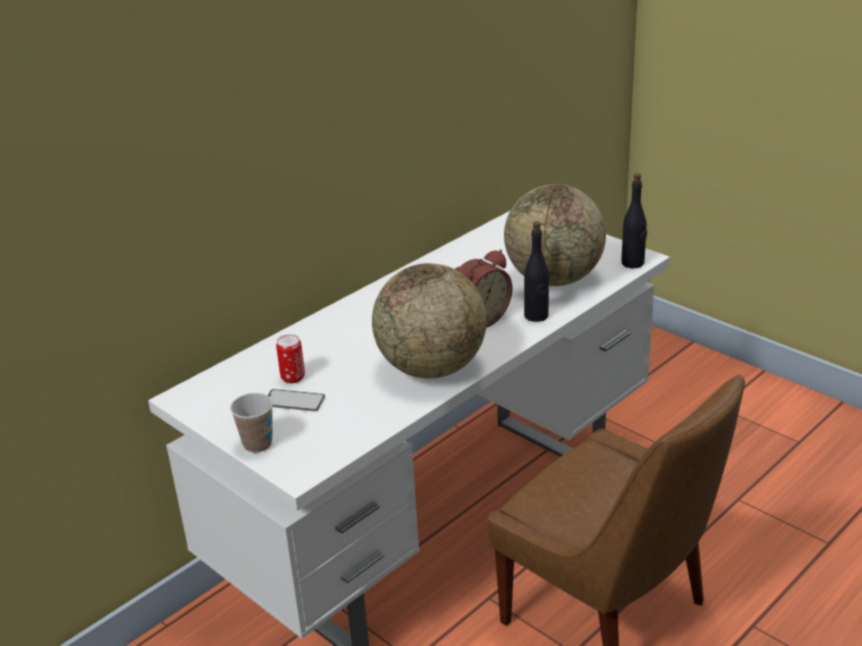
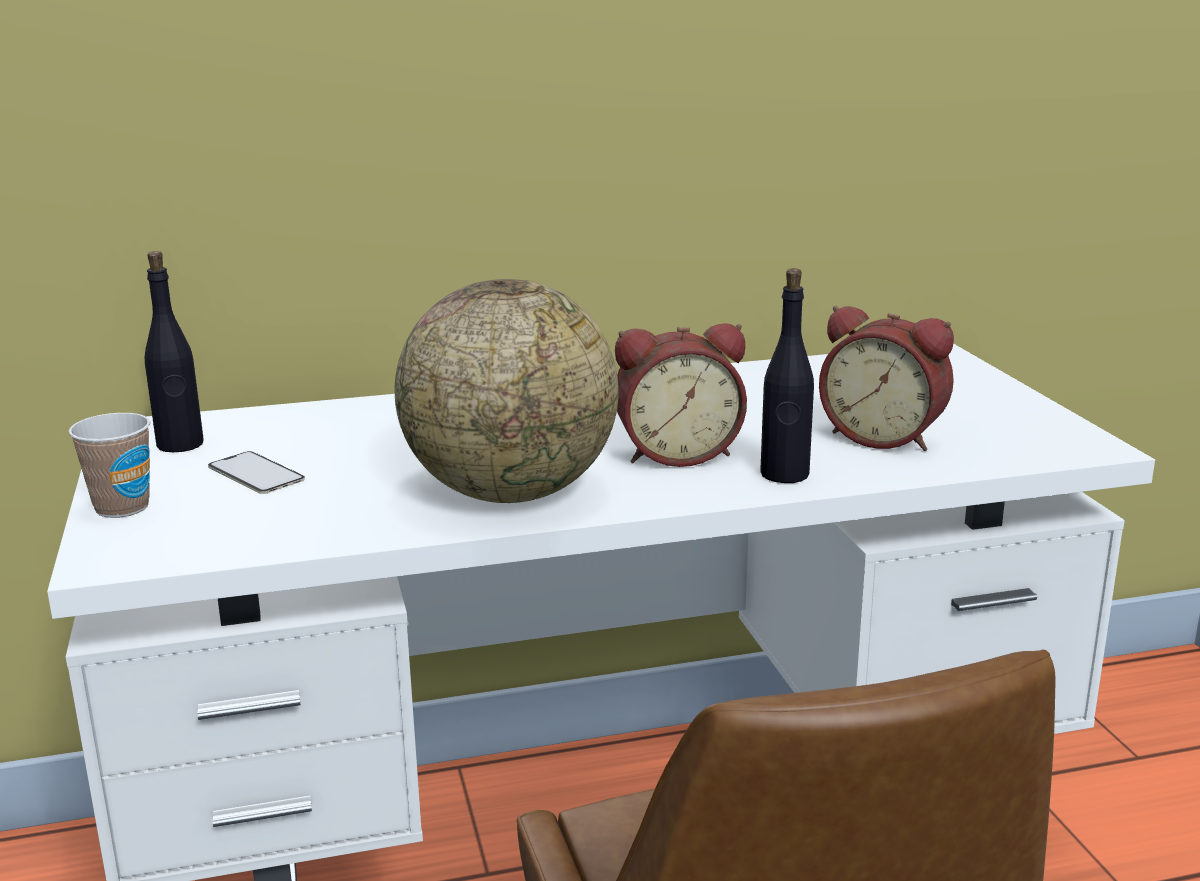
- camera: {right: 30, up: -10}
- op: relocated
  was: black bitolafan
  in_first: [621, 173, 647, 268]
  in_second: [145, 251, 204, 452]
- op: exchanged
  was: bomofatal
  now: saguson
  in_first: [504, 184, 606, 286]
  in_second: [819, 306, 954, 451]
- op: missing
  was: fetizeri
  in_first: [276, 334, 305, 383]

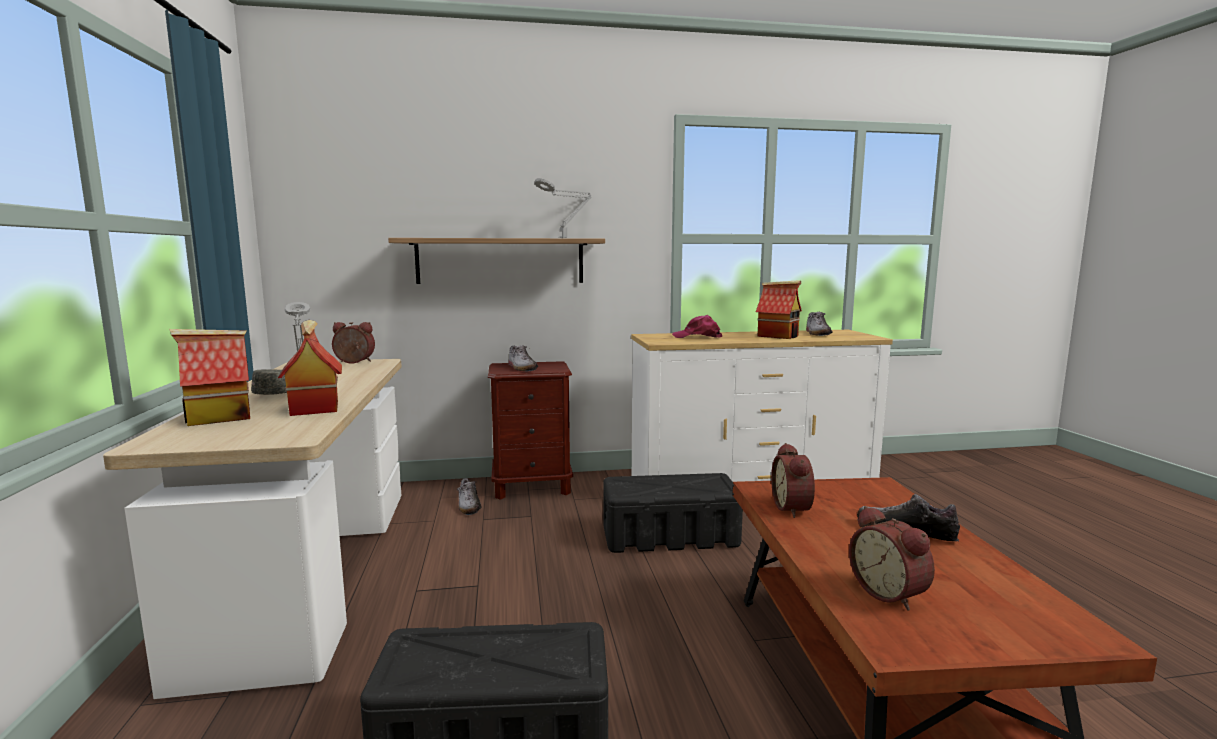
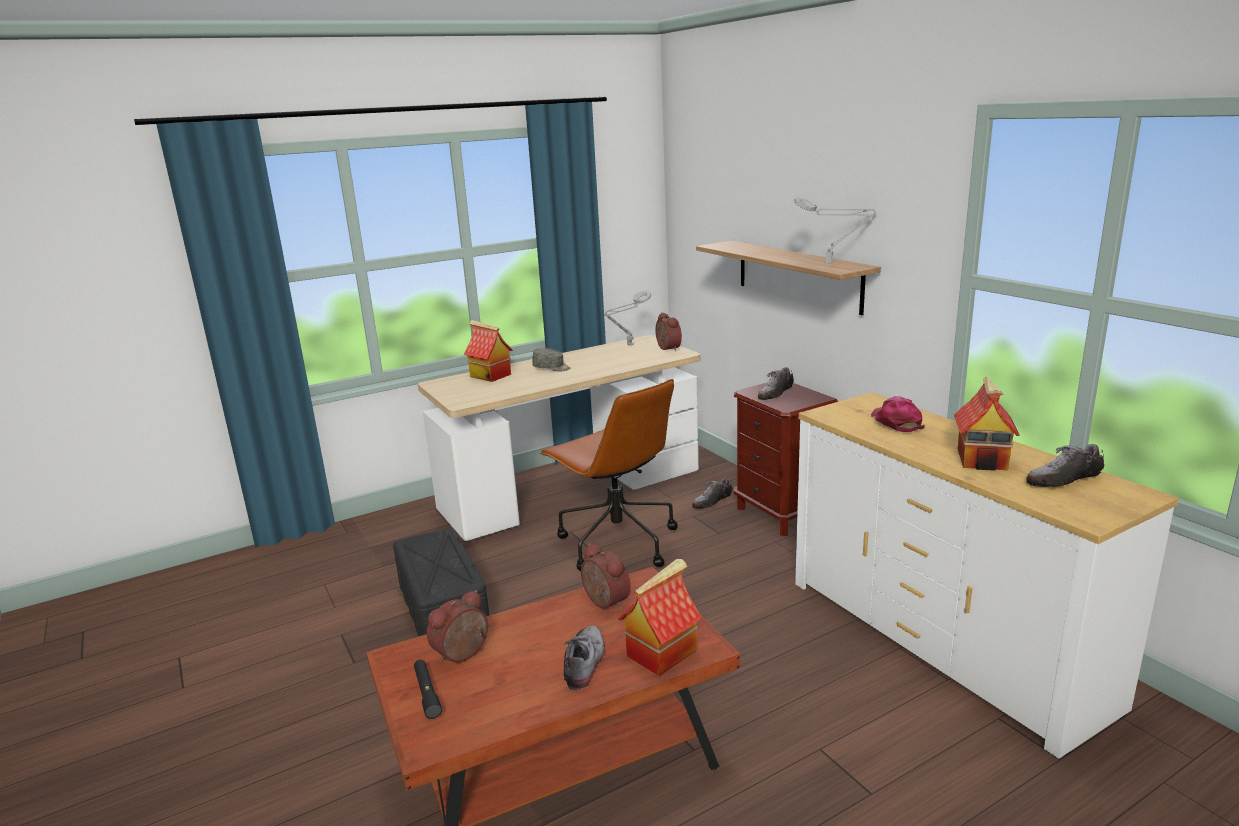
- camera: {right: 70, up: 10}
- op: appeared
  now: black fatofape
  in_second: [414, 660, 442, 719]
- op: appeared
  now: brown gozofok
  in_second: [539, 379, 678, 571]
- op: spun
  was: saguson
  in_first: [771, 443, 815, 518]
  in_second: [581, 543, 631, 609]
  clockwise: 75
- op: relocated
  was: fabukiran
  in_first: [278, 320, 342, 416]
  in_second: [618, 559, 702, 676]
- op: missing
  was: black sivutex
  in_first: [603, 473, 743, 553]

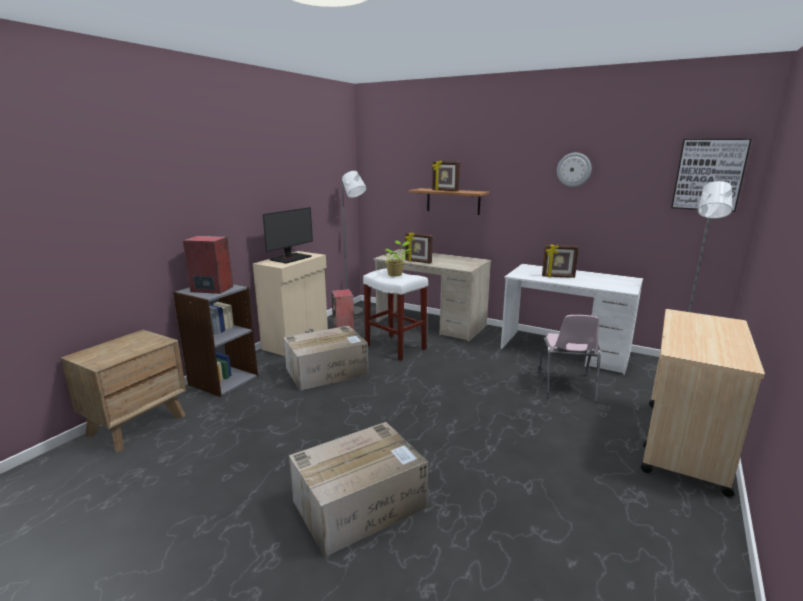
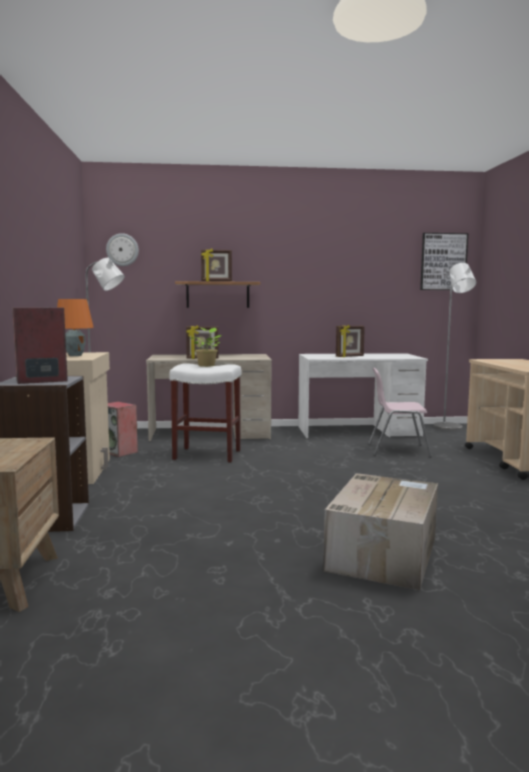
- camera: {right: -35, up: -10}
- op: exchanged
  was: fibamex
  now: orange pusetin
  in_first: [263, 207, 313, 264]
  in_second: [57, 299, 94, 356]
- op: relocated
  was: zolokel
  in_first: [557, 153, 591, 187]
  in_second: [106, 233, 139, 266]
- op: spun
  was: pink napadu
  in_first: [538, 315, 601, 402]
  in_second: [368, 368, 432, 457]
  clockwise: 120
- op: missing
  was: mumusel
  in_first: [283, 326, 369, 391]

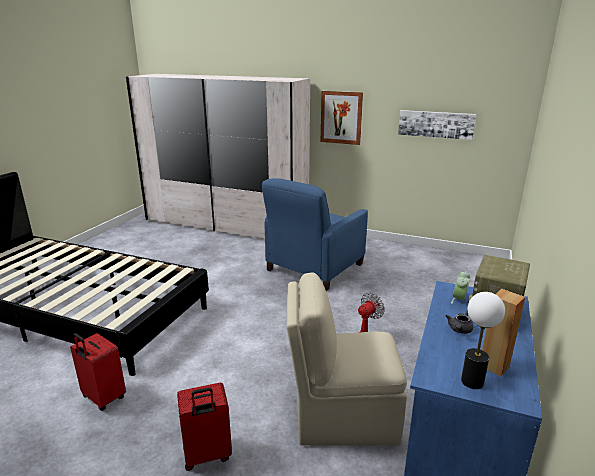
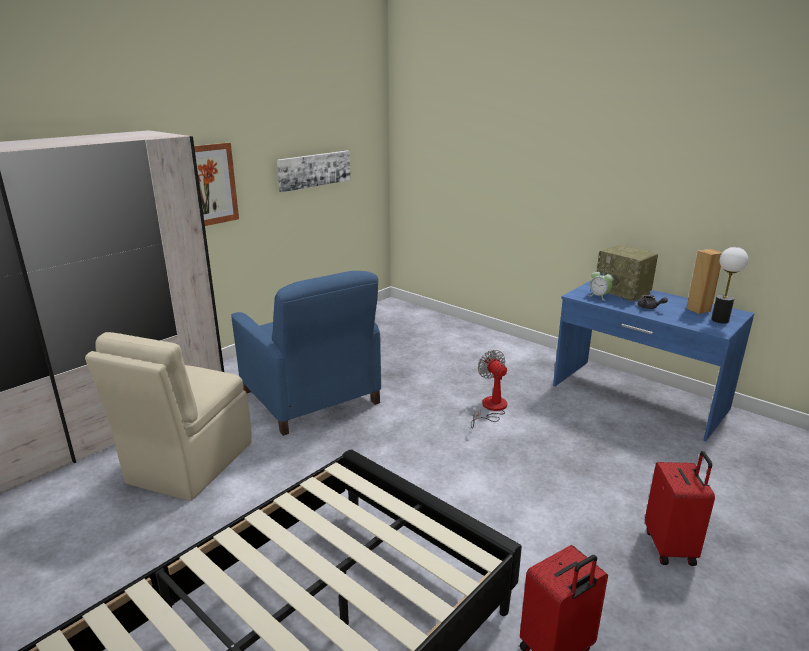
- camera: {right: -70, up: 0}
- op: relocated
  was: beige napadu
  in_first: [287, 273, 407, 446]
  in_second: [85, 332, 252, 501]

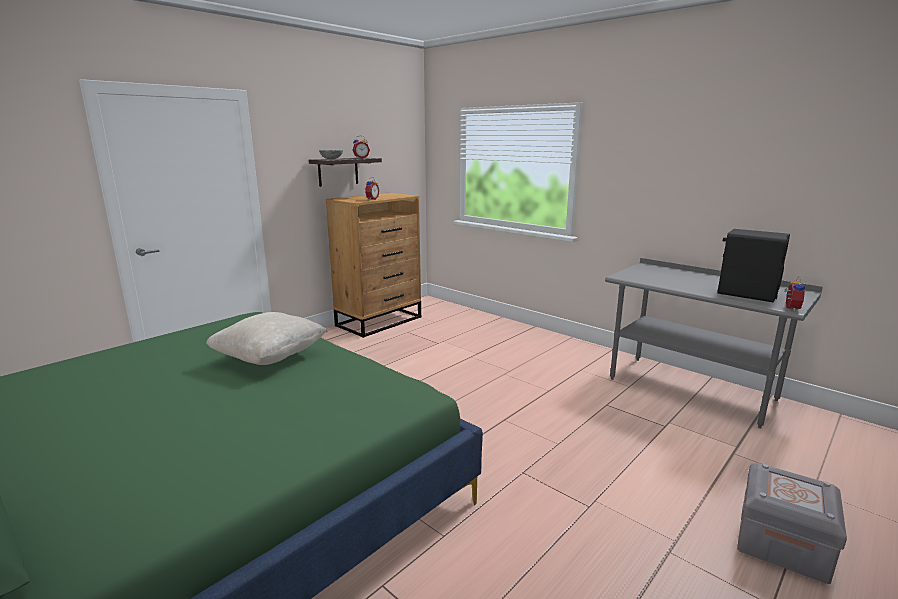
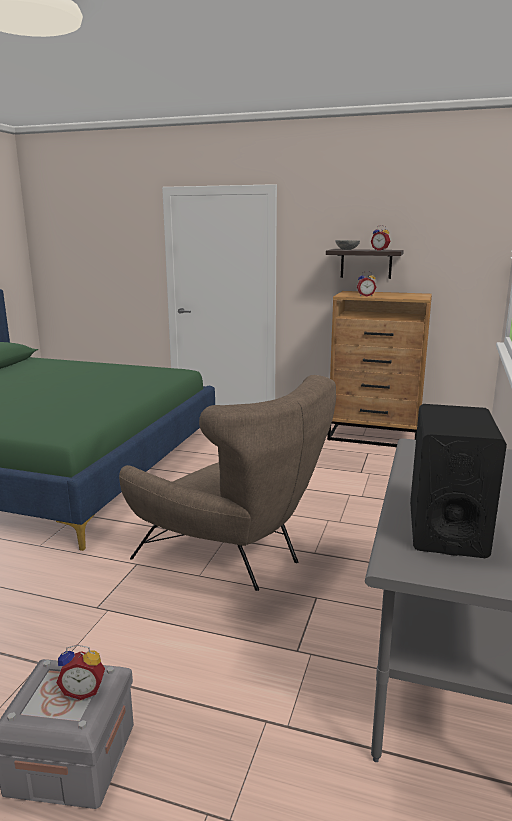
- camera: {right: 65, up: 0}
- op: relocated
  was: saguson
  in_first: [784, 276, 805, 311]
  in_second: [56, 645, 105, 700]
- op: appeared
  now: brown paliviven
  in_second: [119, 375, 336, 591]
- op: missing
  was: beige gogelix
  in_first: [206, 312, 328, 365]

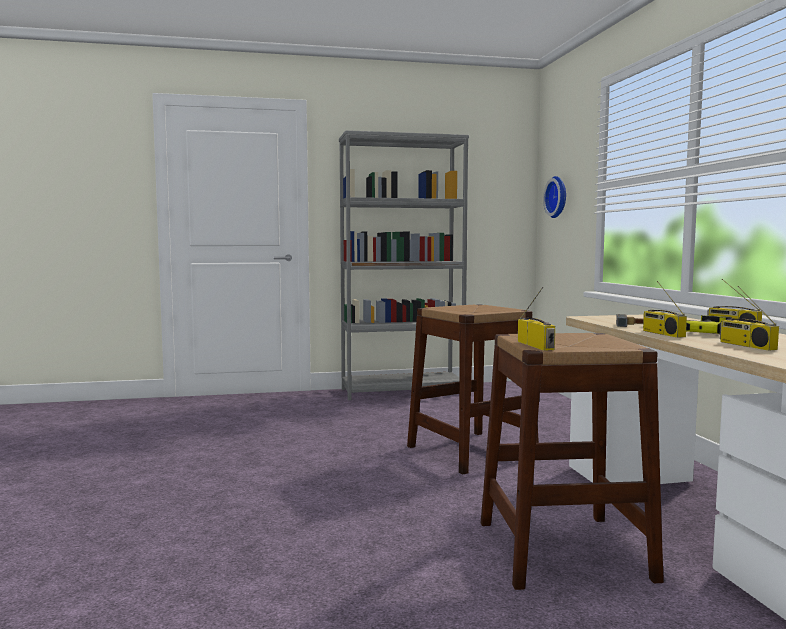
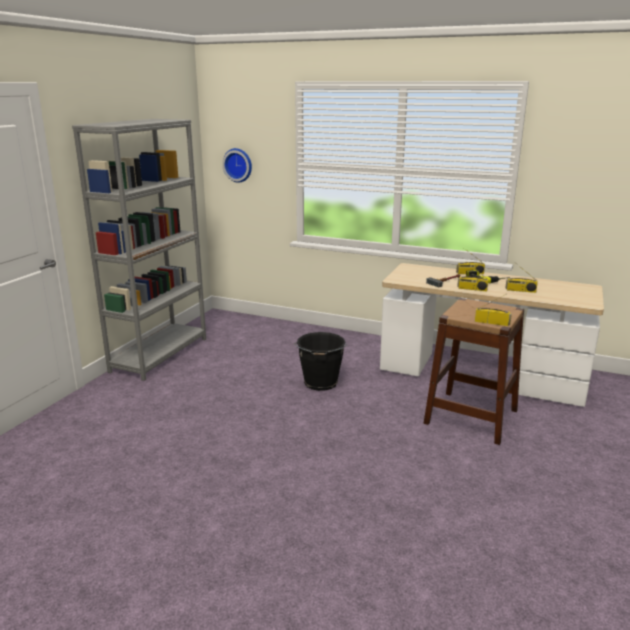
- camera: {right: -55, up: 15}
- op: exchanged
  was: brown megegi
  now: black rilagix
  in_first: [407, 304, 539, 474]
  in_second: [294, 332, 347, 391]

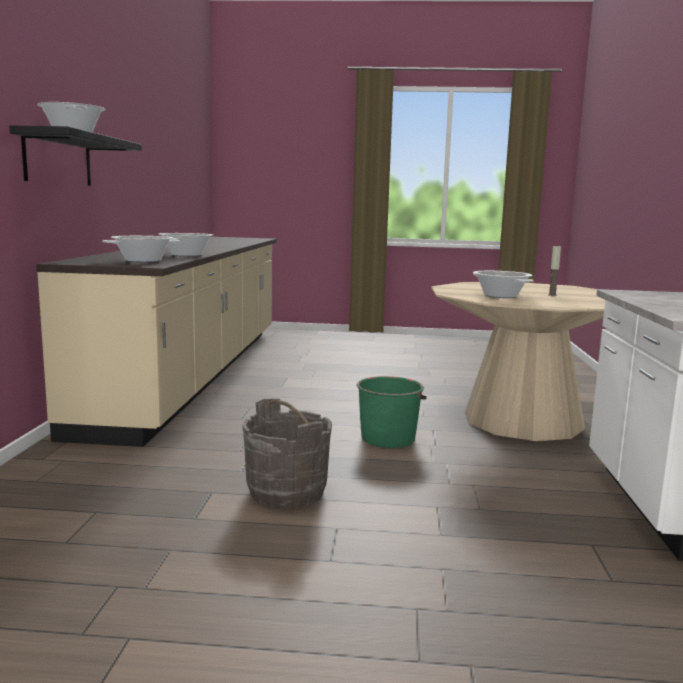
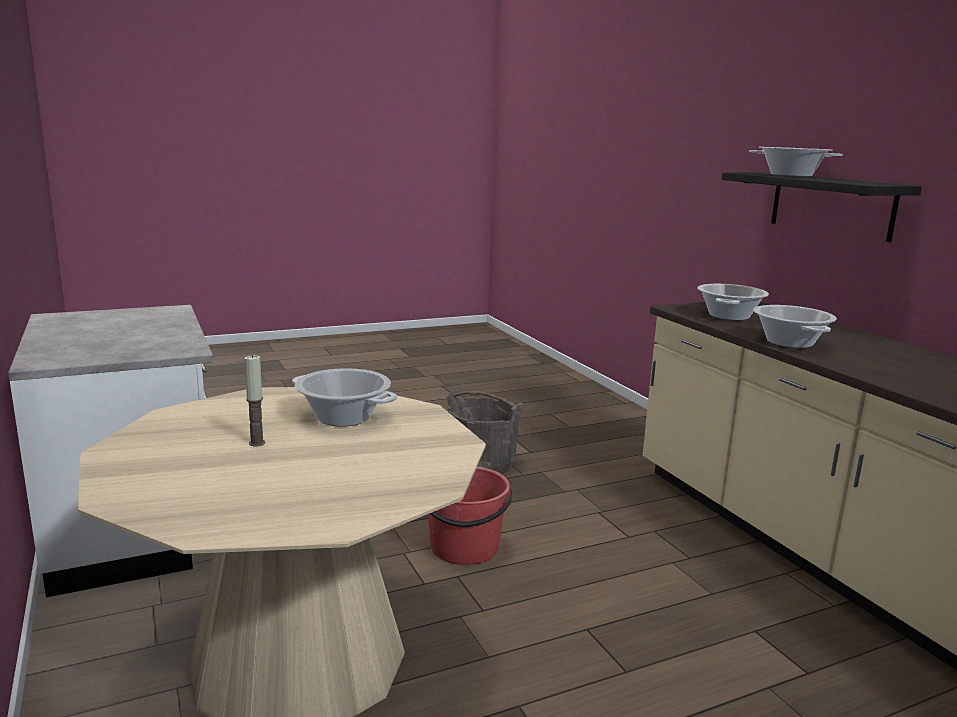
- camera: {right: 150, up: 5}
- op: colour
  was: green rilagix
  now: red rilagix
  in_first: [357, 376, 427, 448]
  in_second: [428, 466, 512, 565]

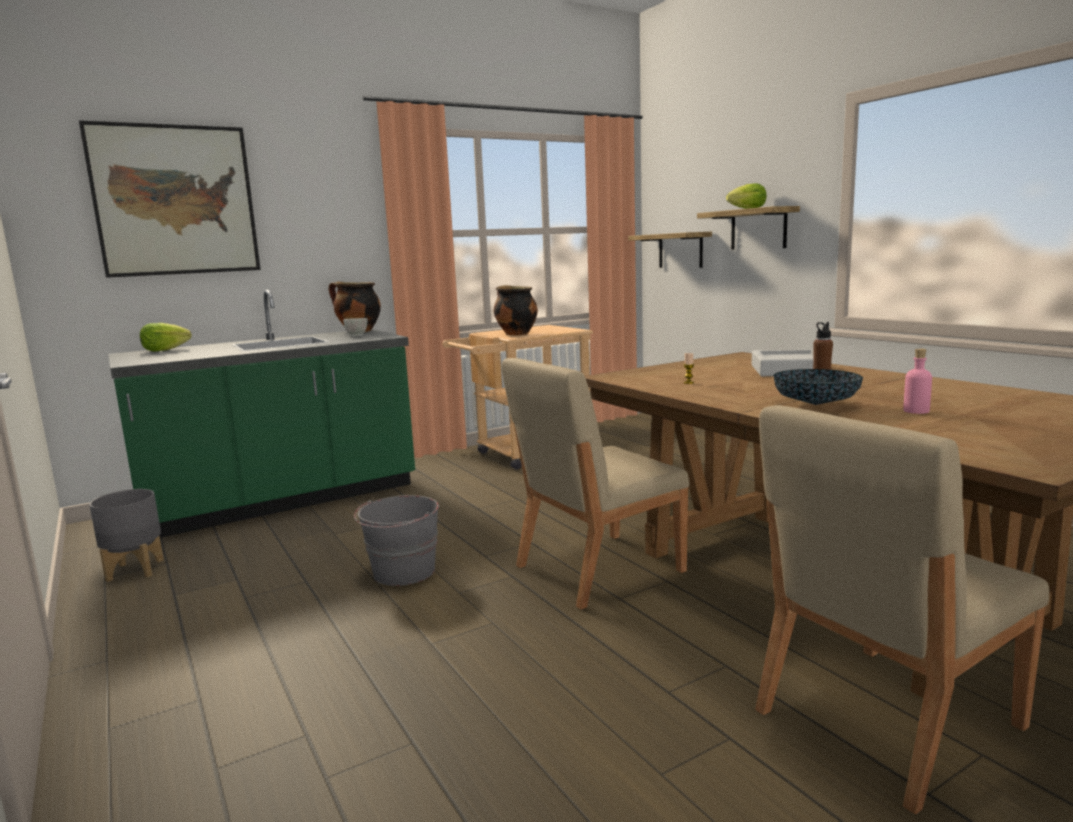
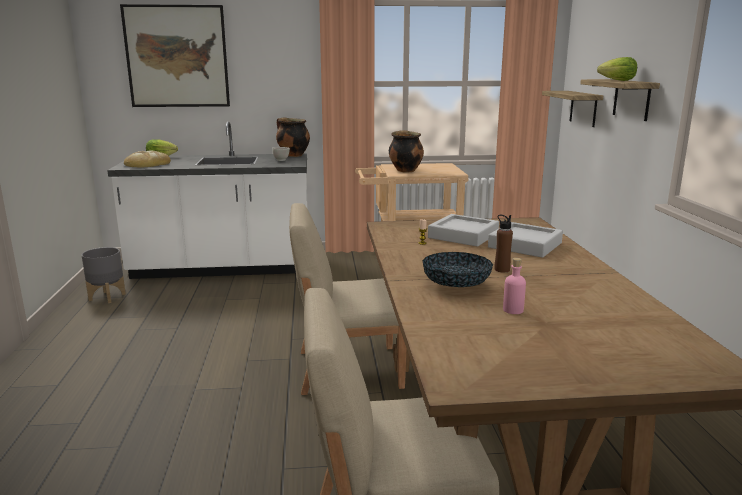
- camera: {right: 25, up: 5}
- op: colour
  was: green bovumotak
  now: white bovumotak
  in_first: [109, 290, 415, 538]
  in_second: [107, 121, 308, 279]
- op: appeared
  now: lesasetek
  in_second: [124, 151, 171, 167]
- op: appeared
  now: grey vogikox
  in_second: [428, 214, 499, 247]
- op: missing
  was: grey rilagix
  in_first: [354, 495, 439, 586]

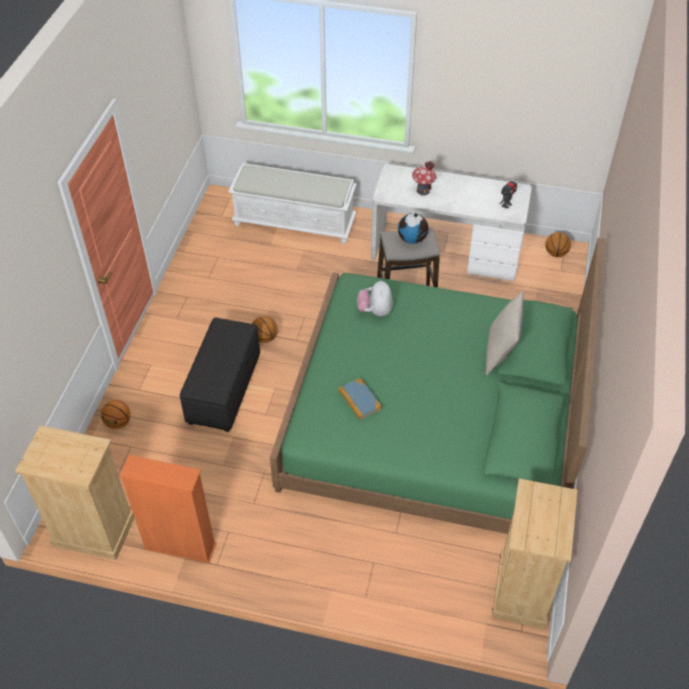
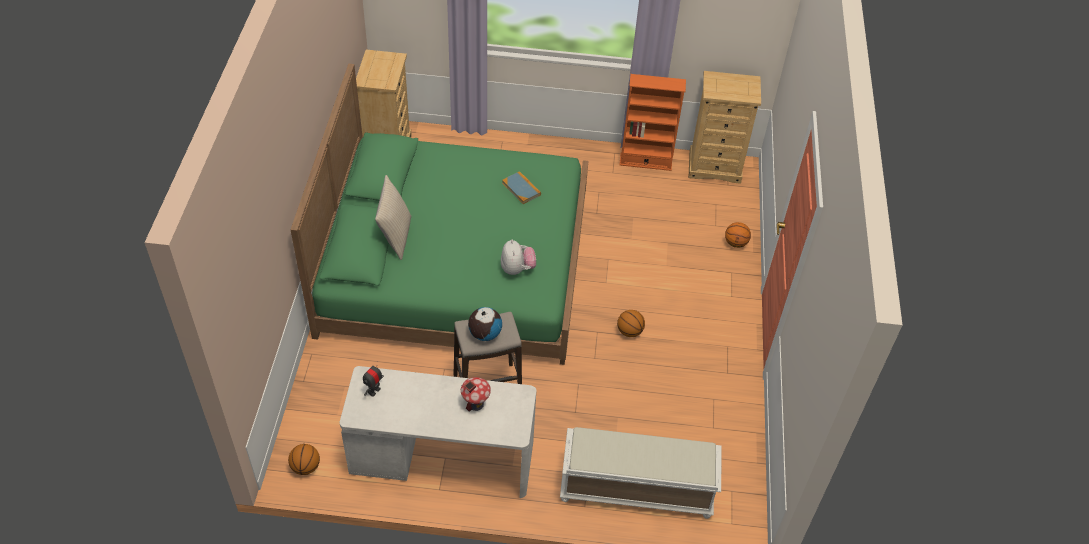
- camera: {right: 170, up: 0}
- op: missing
  was: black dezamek
  in_first: [180, 318, 260, 432]

